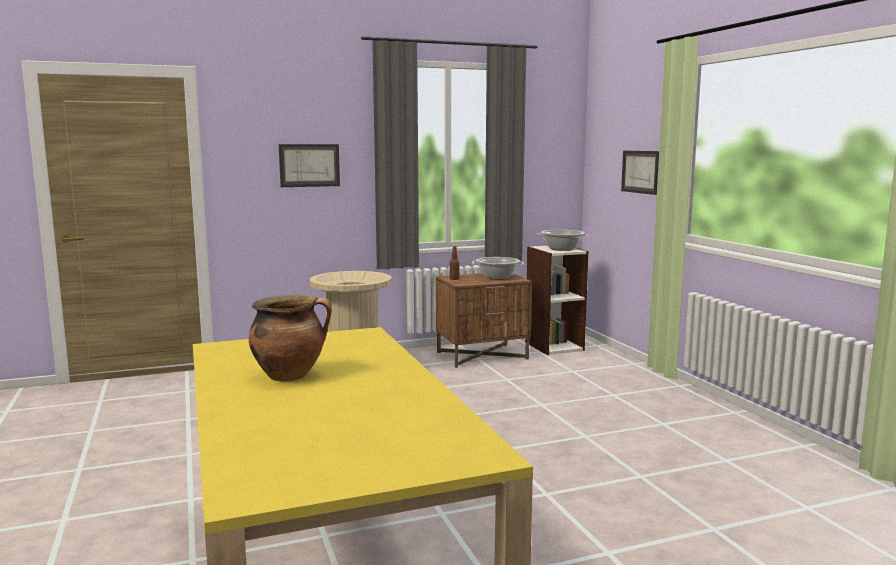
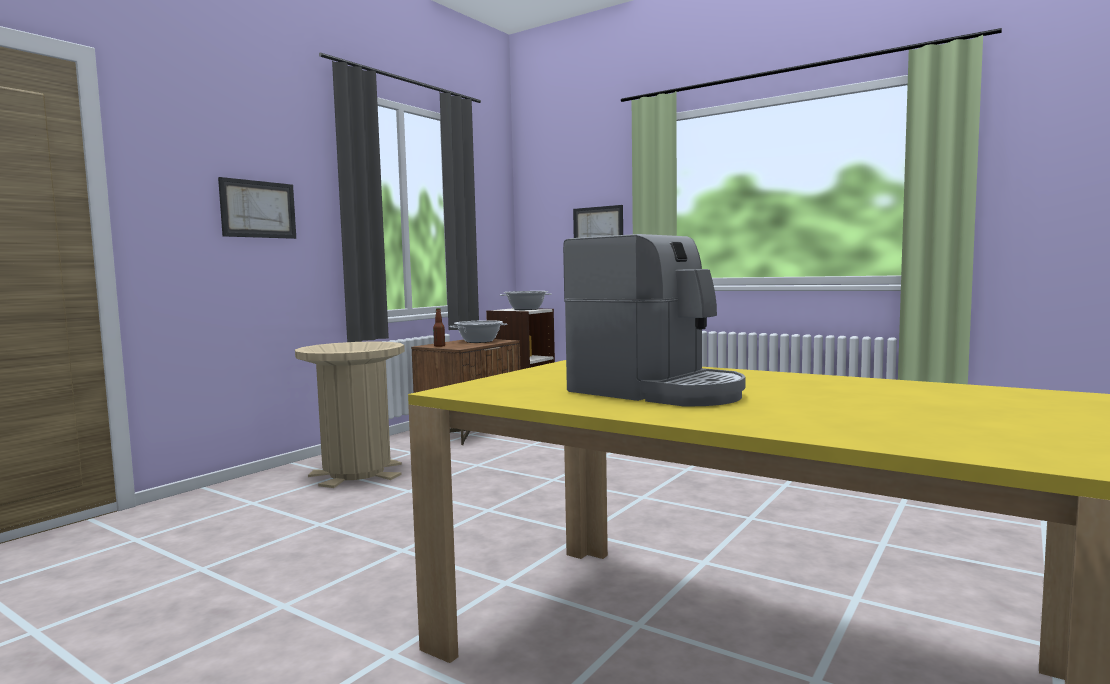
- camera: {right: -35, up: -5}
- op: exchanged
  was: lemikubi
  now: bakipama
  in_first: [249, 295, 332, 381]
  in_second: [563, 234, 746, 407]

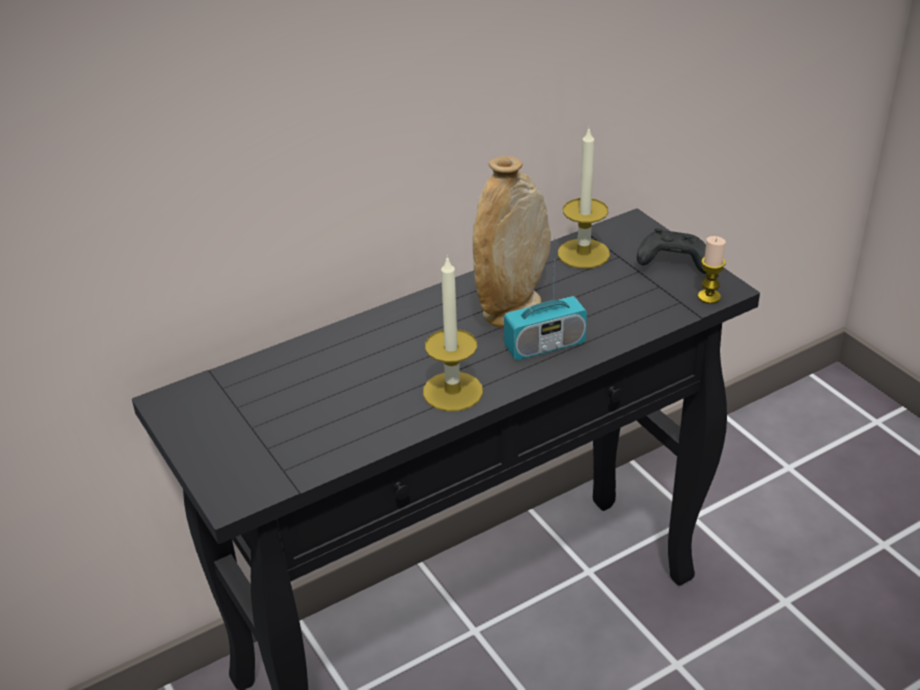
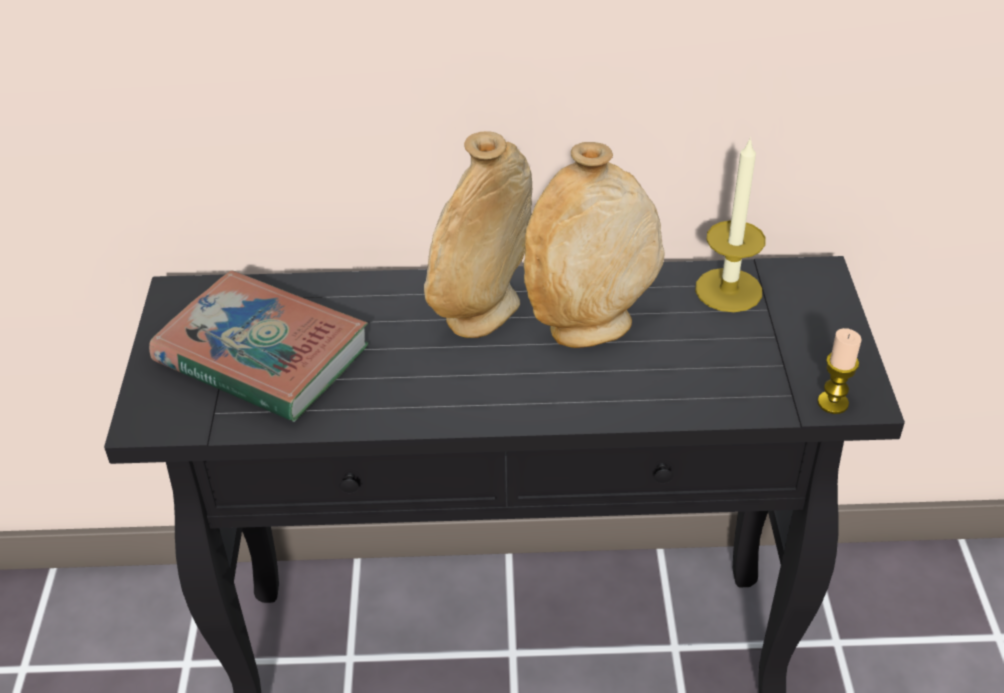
- camera: {right: 30, up: 5}
- op: appeared
  now: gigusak
  in_second: [149, 270, 369, 422]
- op: appeared
  now: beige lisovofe
  in_second: [424, 131, 532, 338]
- op: missing
  was: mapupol
  in_first: [423, 255, 483, 412]
- op: missing
  was: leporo
  in_first: [504, 242, 587, 360]
- op: missing
  was: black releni
  in_first: [637, 228, 706, 274]

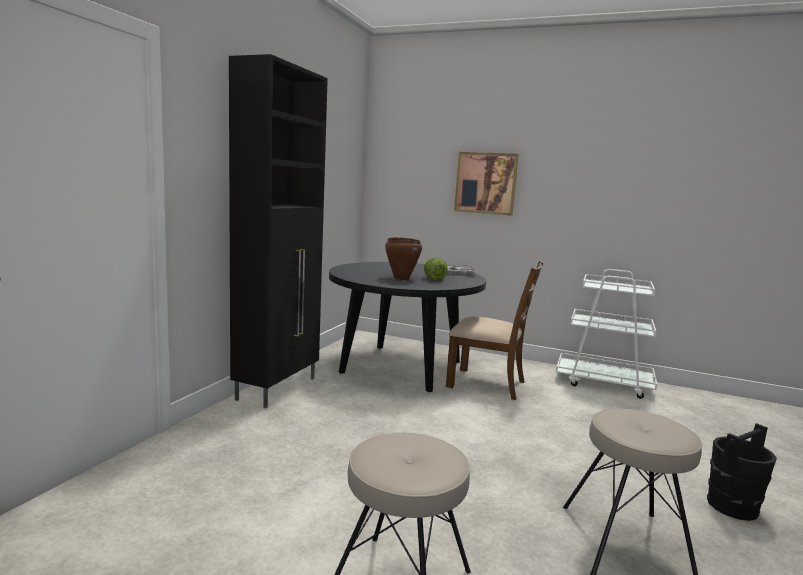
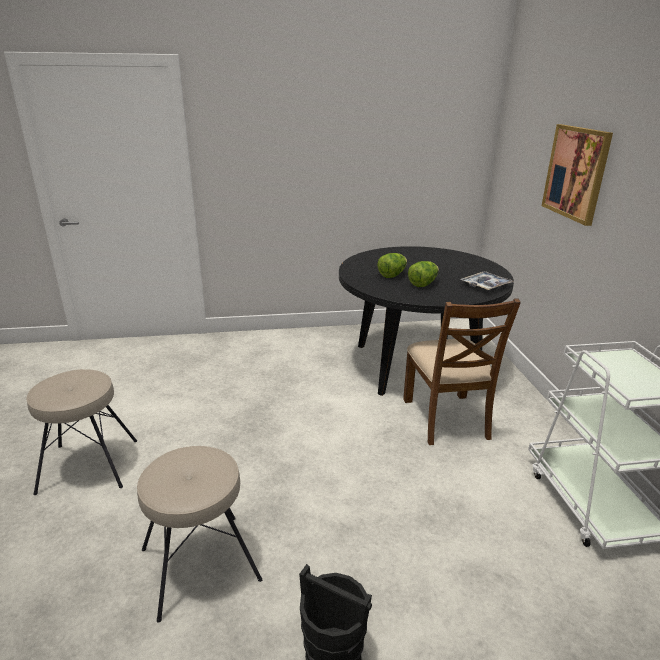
- camera: {right: 60, up: 15}
- op: exchanged
  was: brown lemikubi
  now: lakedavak
  in_first: [385, 237, 422, 280]
  in_second: [377, 253, 407, 278]
- op: missing
  was: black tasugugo
  in_first: [229, 54, 328, 408]

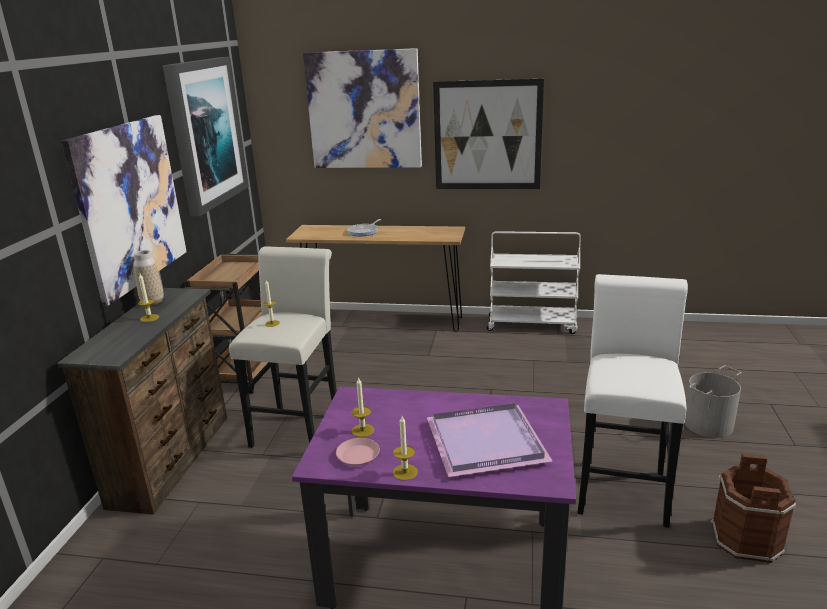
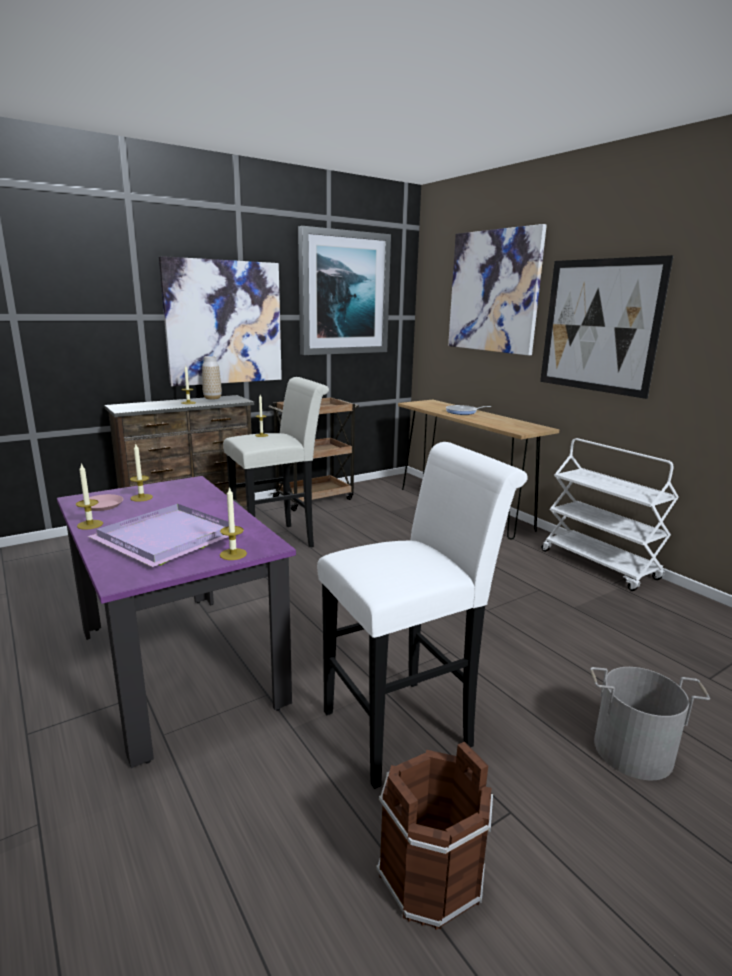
- camera: {right: 45, up: -5}
- op: appeared
  now: mapupol
  in_second: [220, 486, 247, 560]

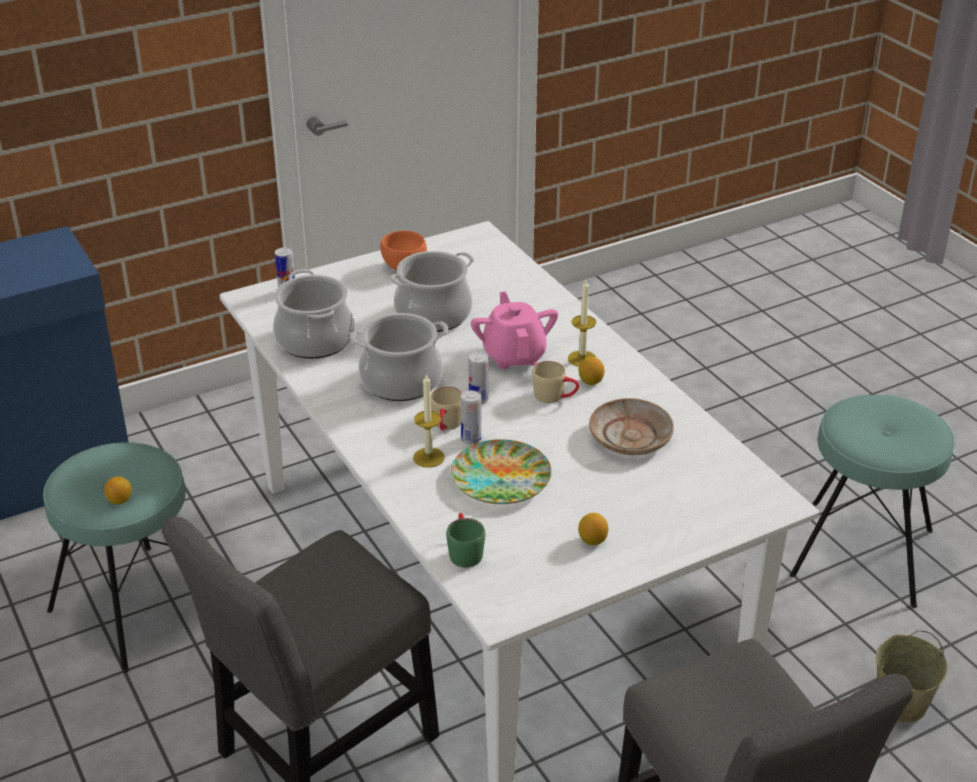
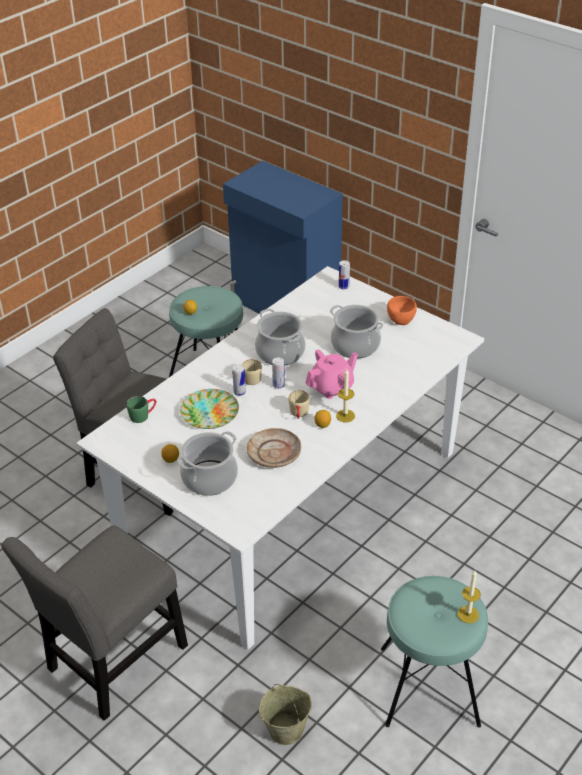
- camera: {right: 70, up: 5}
- op: relocated
  was: lemikubi
  in_first: [273, 269, 354, 359]
  in_second: [177, 431, 238, 496]
- op: relocated
  was: mapupol
  in_first: [413, 374, 445, 468]
  in_second: [458, 570, 481, 623]

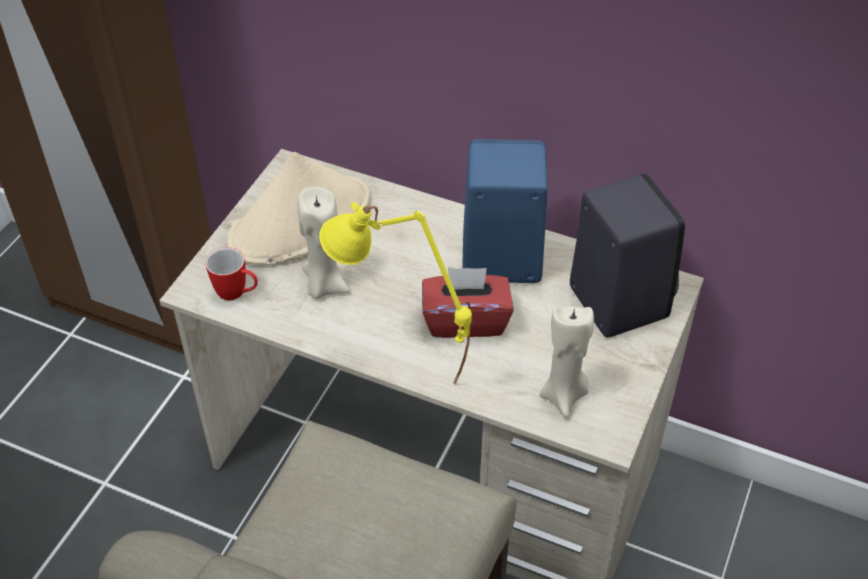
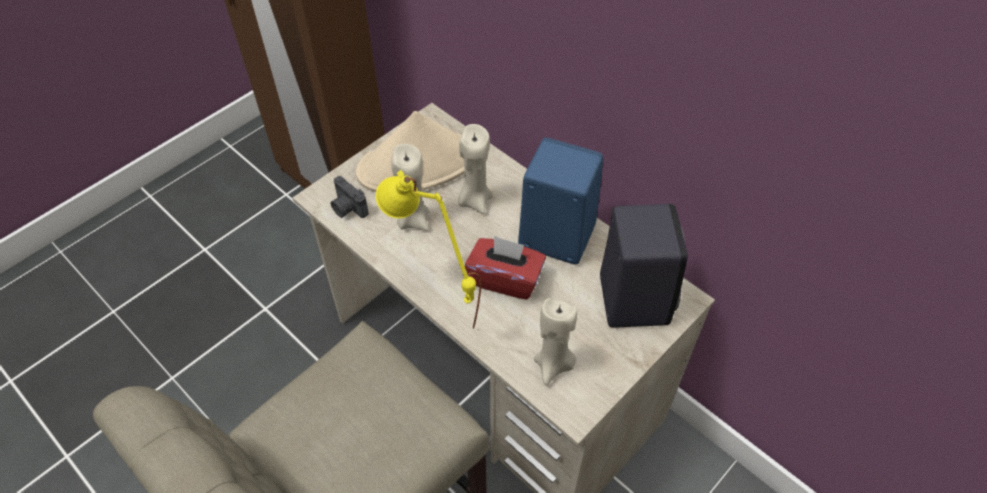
- camera: {right: 20, up: 5}
- op: exchanged
  was: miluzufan
  now: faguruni
  in_first: [205, 247, 258, 300]
  in_second: [331, 176, 369, 218]
- op: appeared
  now: beige mapupol
  in_second: [458, 124, 492, 214]

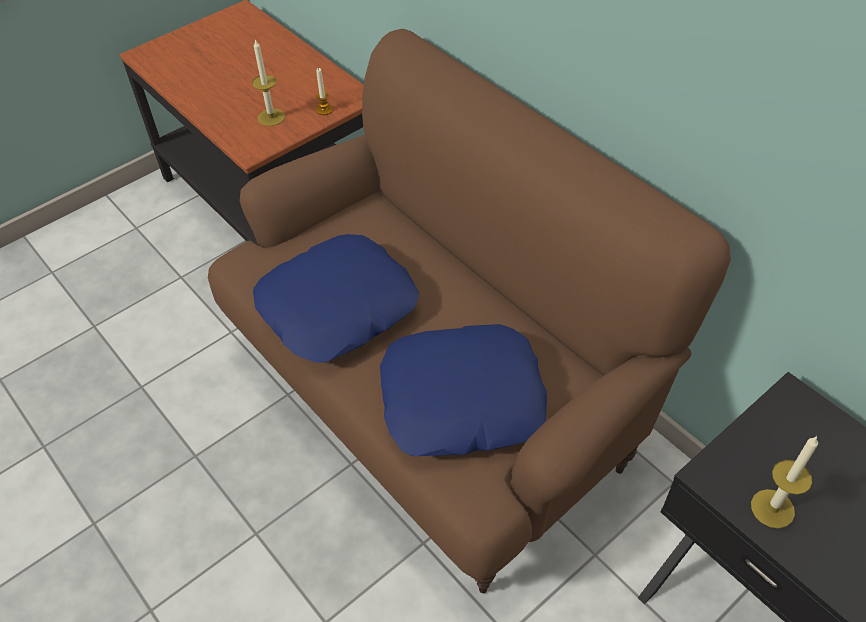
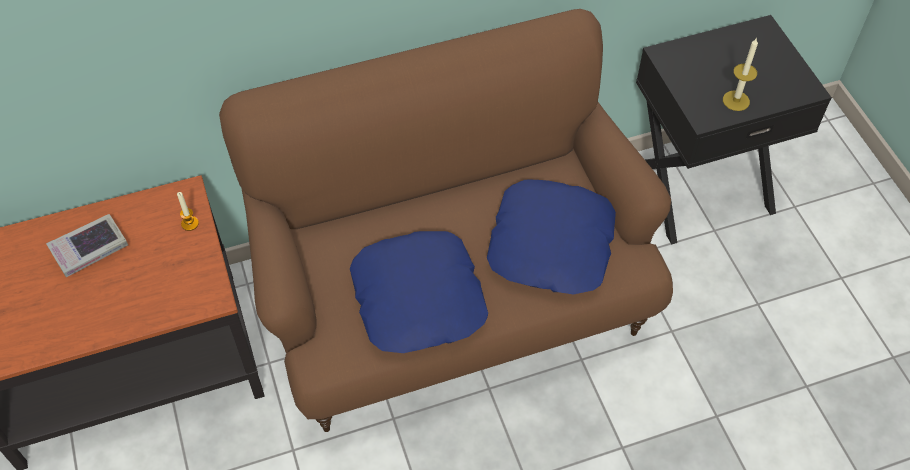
- camera: {right: -70, up: 5}
- op: appeared
  now: gigusak
  in_second: [46, 214, 128, 277]
- op: missing
  was: mapupol
  in_first: [252, 39, 285, 126]

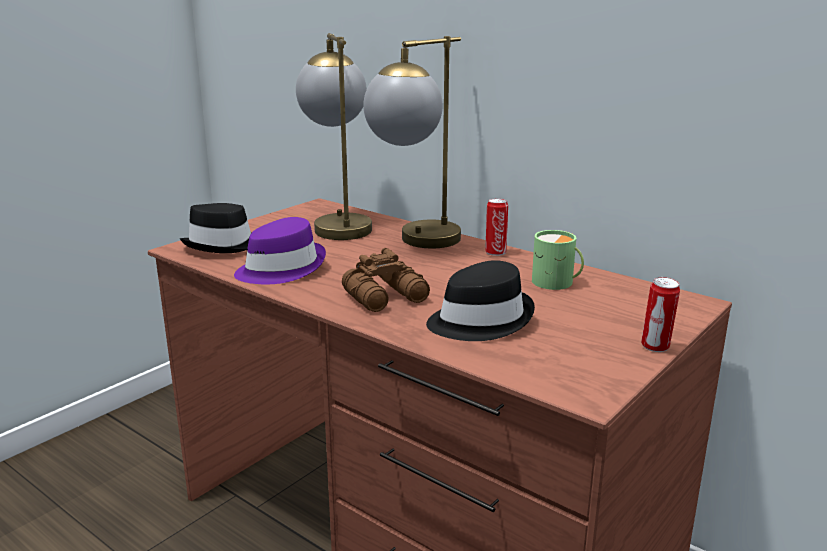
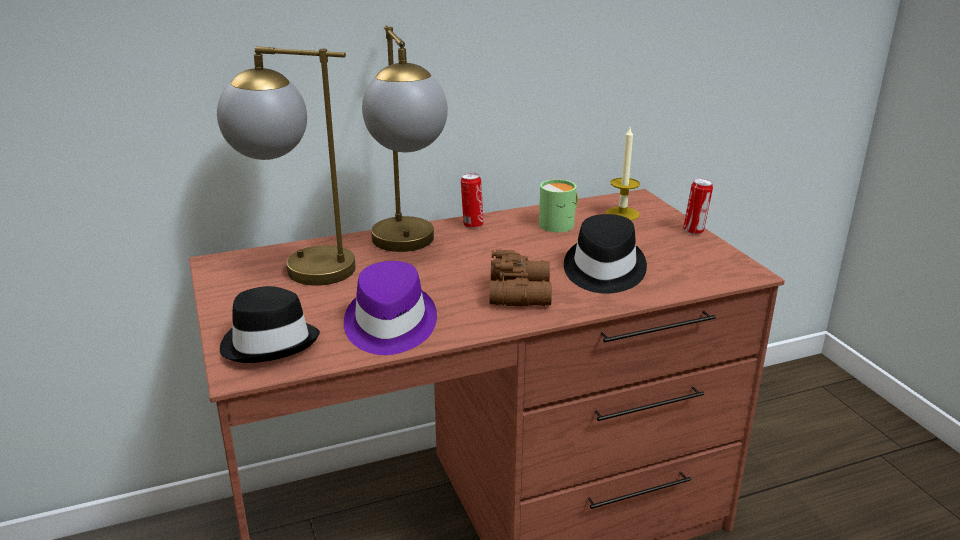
- camera: {right: -60, up: 5}
- op: appeared
  now: mapupol
  in_second: [606, 127, 640, 220]

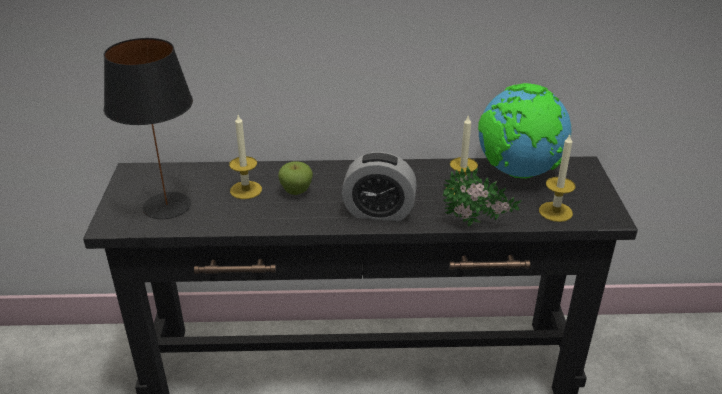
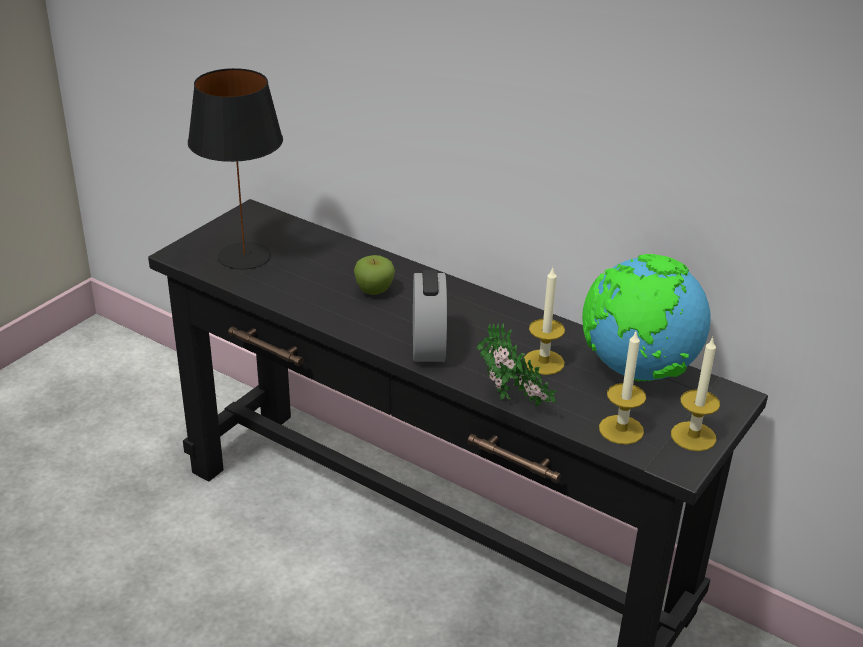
- camera: {right: 35, up: 0}
- op: spun
  was: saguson
  in_first: [342, 152, 417, 221]
  in_second: [413, 270, 447, 362]
  clockwise: -135
- op: relocated
  was: mapupol
  in_first: [229, 115, 262, 199]
  in_second: [671, 337, 720, 451]

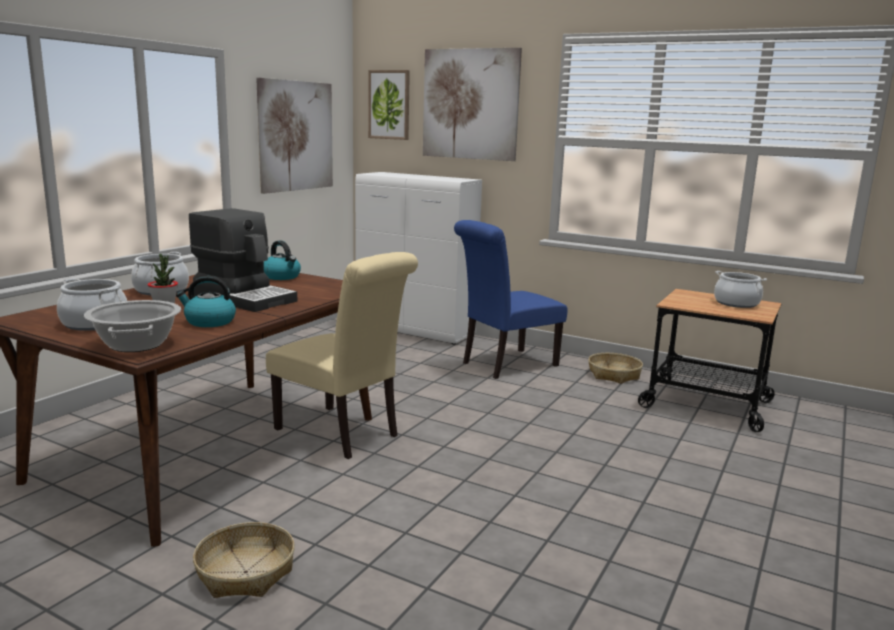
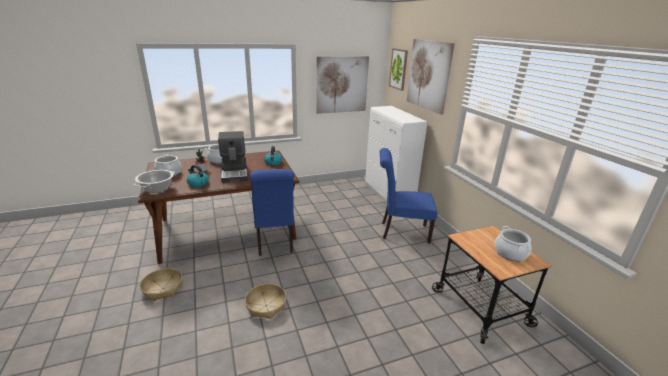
- camera: {right: 40, up: 10}
- op: relocated
  was: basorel
  in_first: [588, 353, 643, 384]
  in_second: [245, 283, 286, 319]
- op: colour
  was: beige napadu
  now: blue napadu
  in_first: [266, 252, 418, 459]
  in_second: [250, 169, 294, 256]

